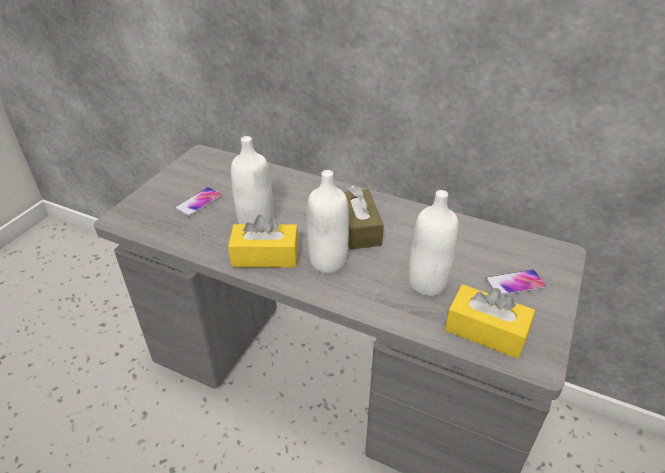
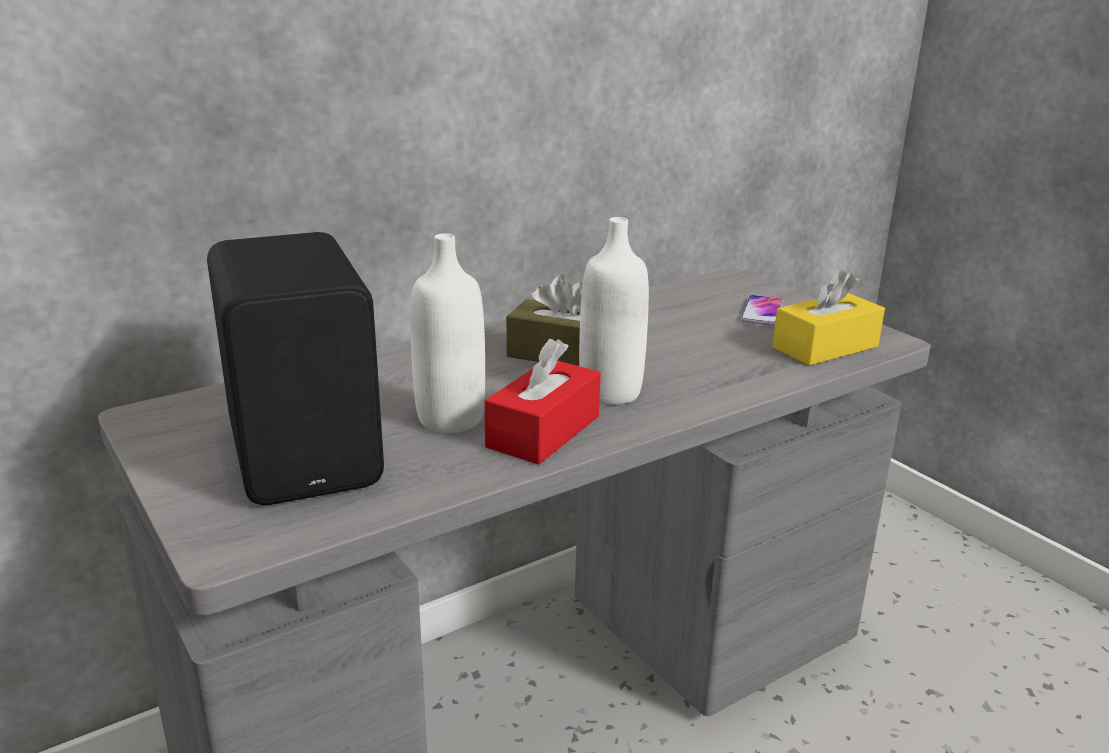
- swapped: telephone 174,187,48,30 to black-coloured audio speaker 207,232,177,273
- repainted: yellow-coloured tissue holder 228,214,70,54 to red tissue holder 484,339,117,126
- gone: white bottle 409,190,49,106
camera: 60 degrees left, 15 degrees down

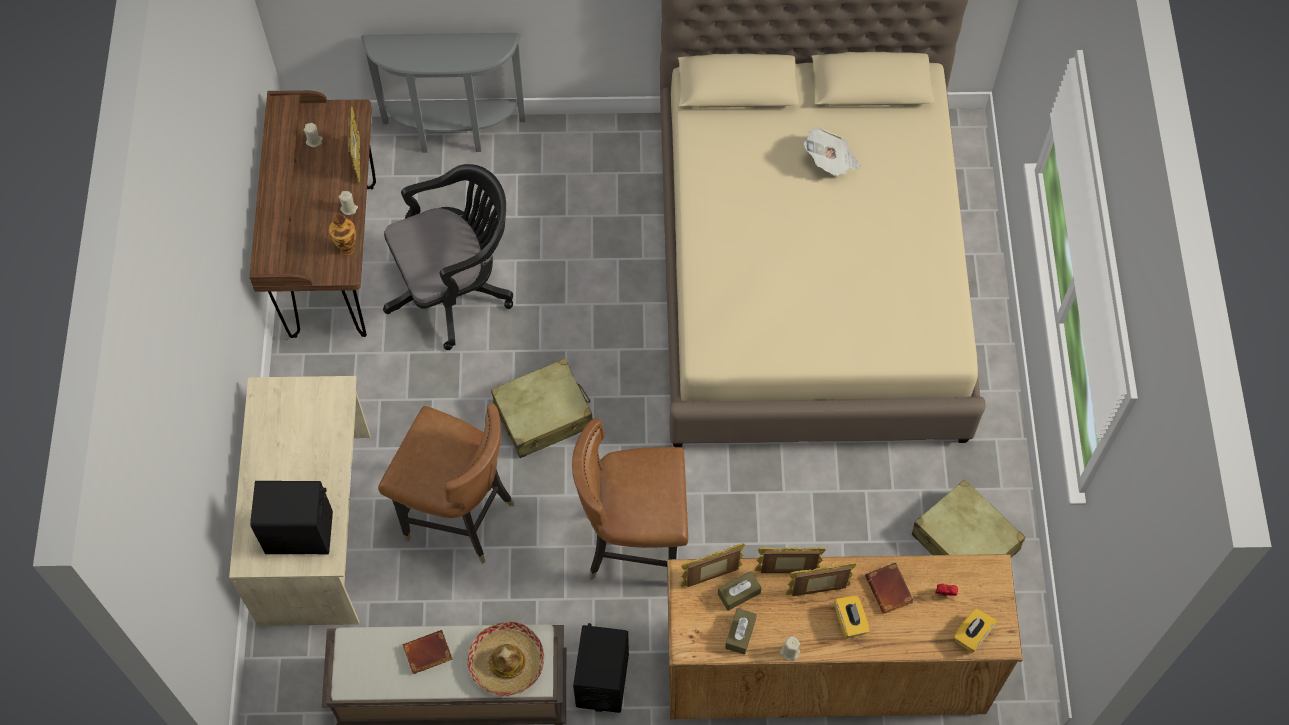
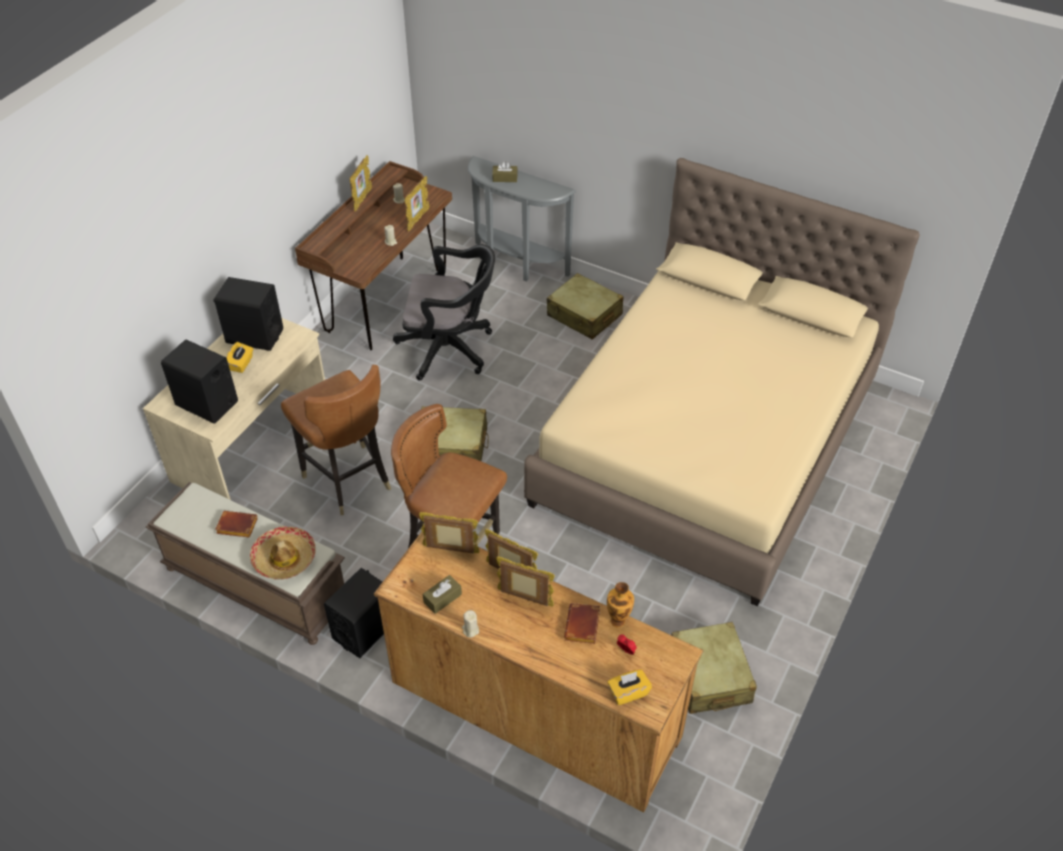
- new: black-coloured audio speaker 213,277,70,74
- shifted: yellow-coloured tissue holder 834,595,36,44 to 226,342,27,31
- new: photo frame 349,155,23,57
- shifted: brown-coloured tissue holder 718,571,44,40 to 492,161,26,21
- new: beige-coloured suitcase 547,273,76,66
- shifted: flower vase 329,214,27,42 to 607,582,27,46
- gone: printed paper 803,128,58,48
camera: 30 degrees right, 15 degrees down

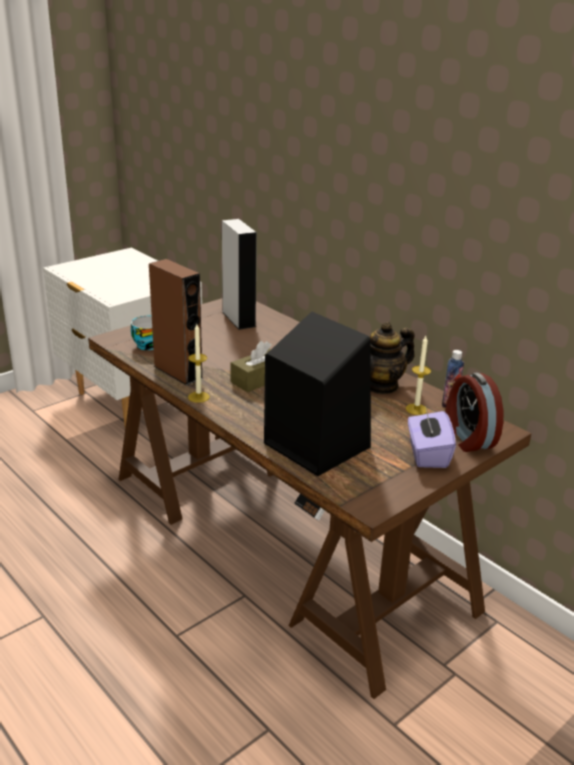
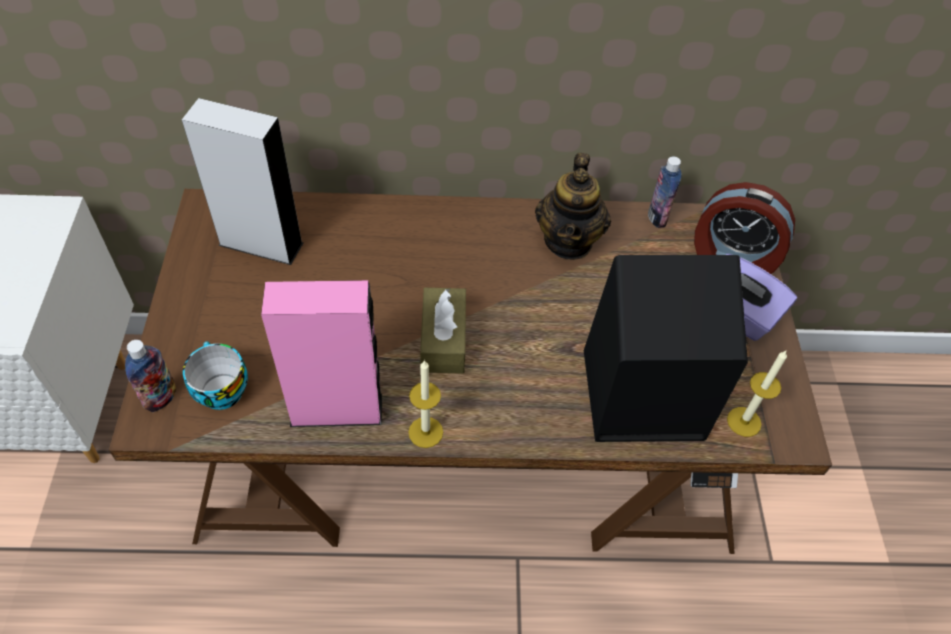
- new: bottle 125,340,51,72
- repainted: brown-coloured audio speaker 149,259,54,126 to pinkish audio speaker 261,280,121,147
- shifted: candle 406,336,25,79 to 727,351,60,86
camera: 50 degrees left, 25 degrees up

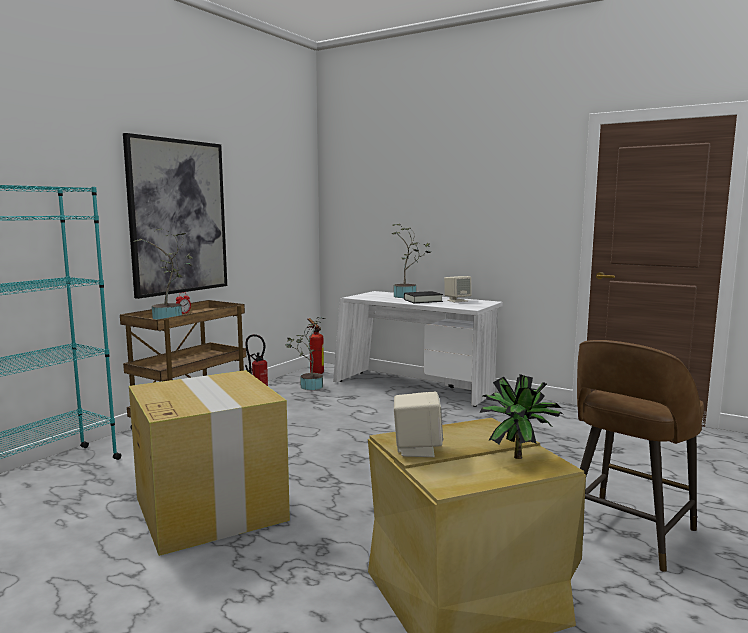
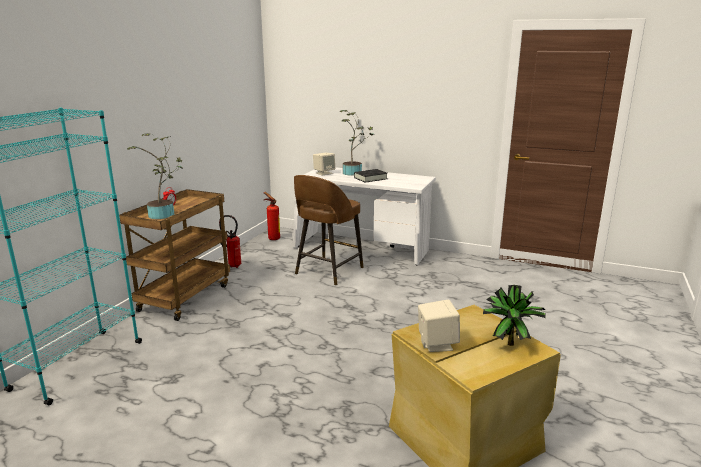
- shifted: brown-coloured stool 577,340,127,232 to 294,175,69,110
- shifted: beige-coloured audio speaker 444,276,27,26 to 313,153,22,23
- gone: wall art 123,133,104,166
- gone: carton 129,370,161,186
- gone: plant in a pot 285,318,41,72
camera: 10 degrees left, 10 degrees up

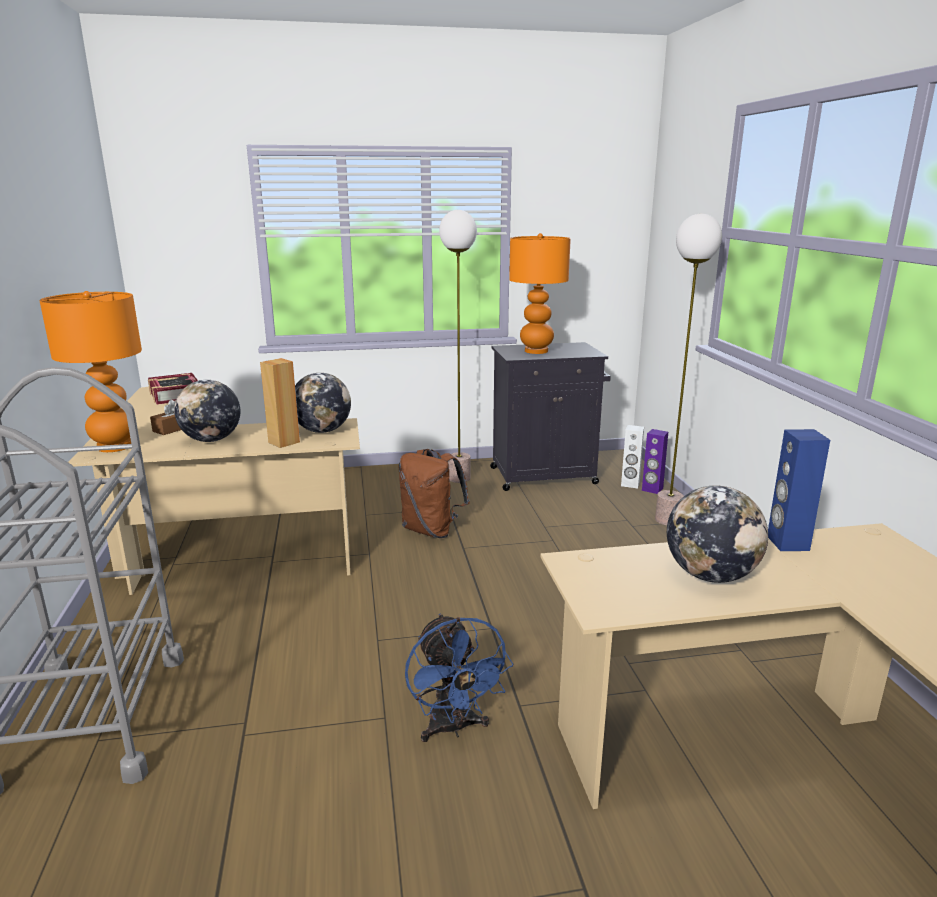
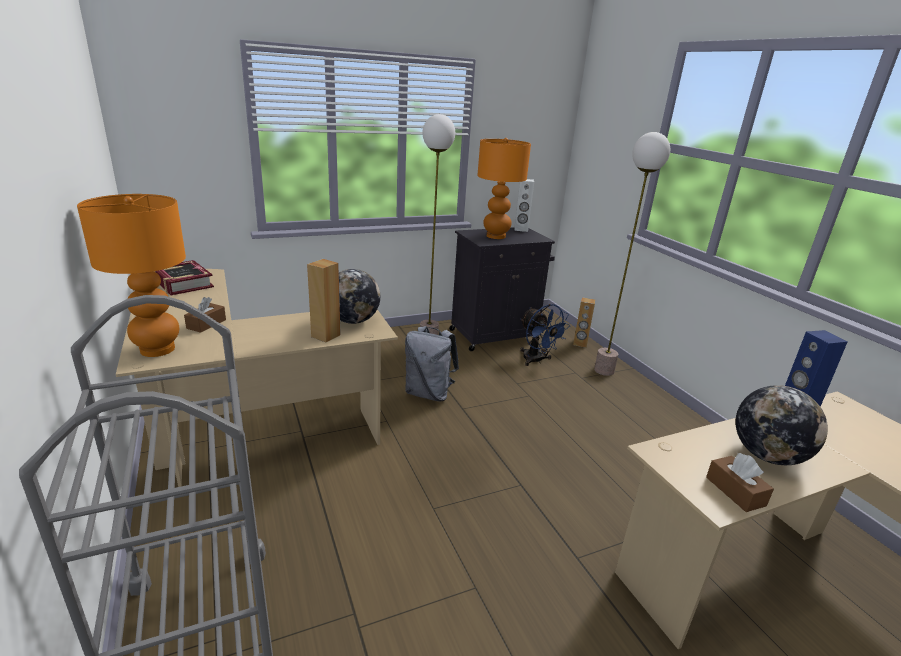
- repainted: brown-coloured knapsack 398,449,72,89 to greyish knapsack 405,326,54,75
- shifted: white audio speaker 621,425,23,63 to 514,179,20,53
- shifted: blue-coloured cooling fan 405,614,108,128 to 520,304,50,62
- repainted: purplish audio speaker 642,429,26,65 to brown-coloured audio speaker 573,297,22,51
- new: brown-coloured tissue holder 706,453,68,59
- gone: globe 174,380,66,62
camera: 15 degrees left, 5 degrees up

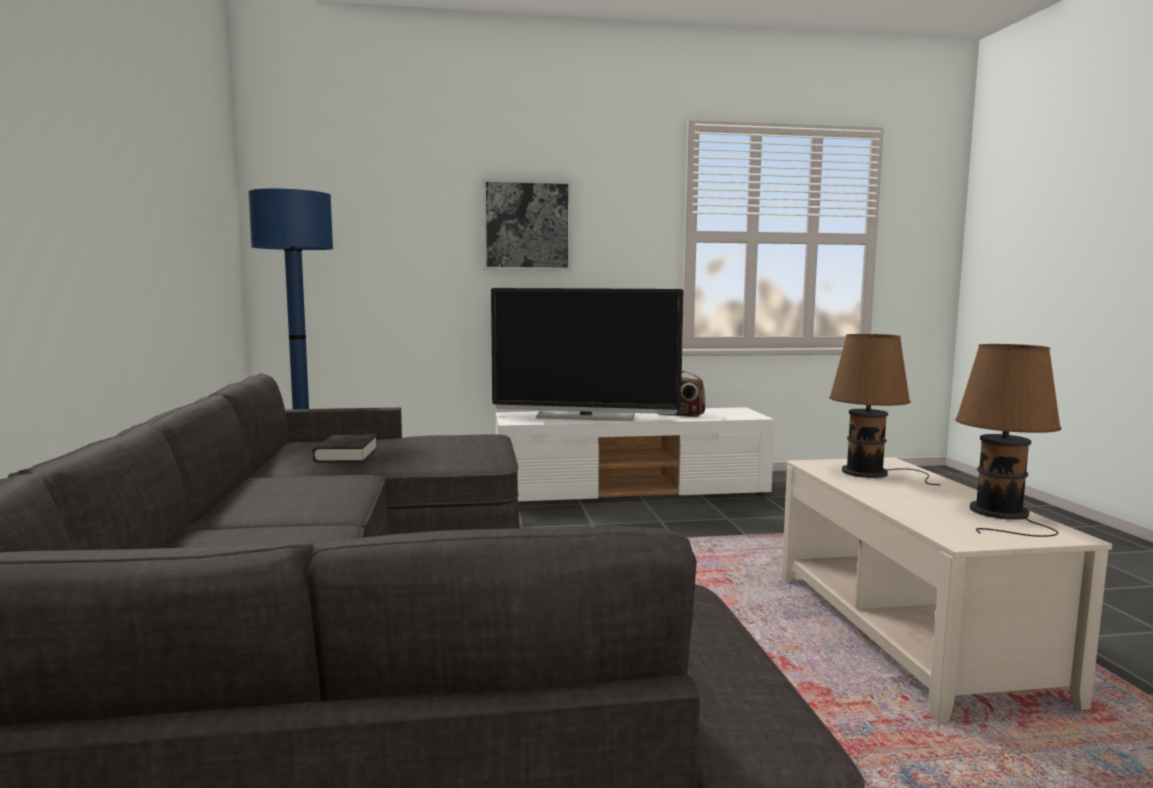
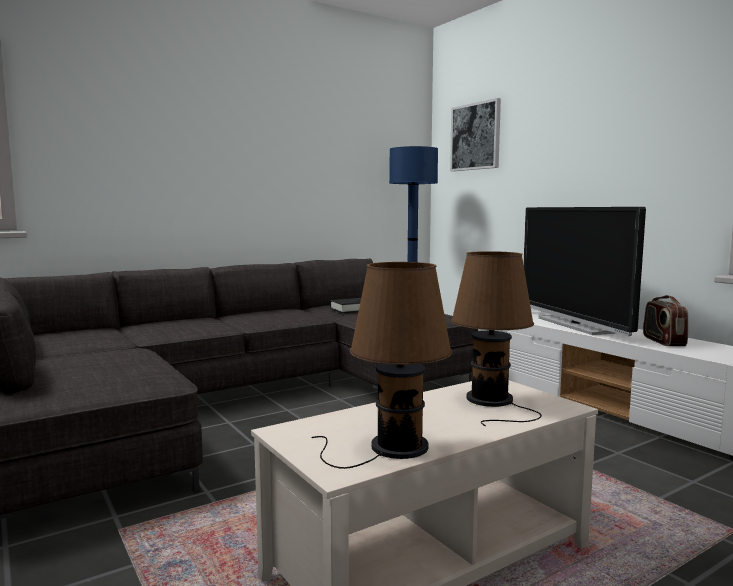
- shifted: wall art 482,178,90,93 to 450,98,51,73
camera: 65 degrees right, 0 degrees up

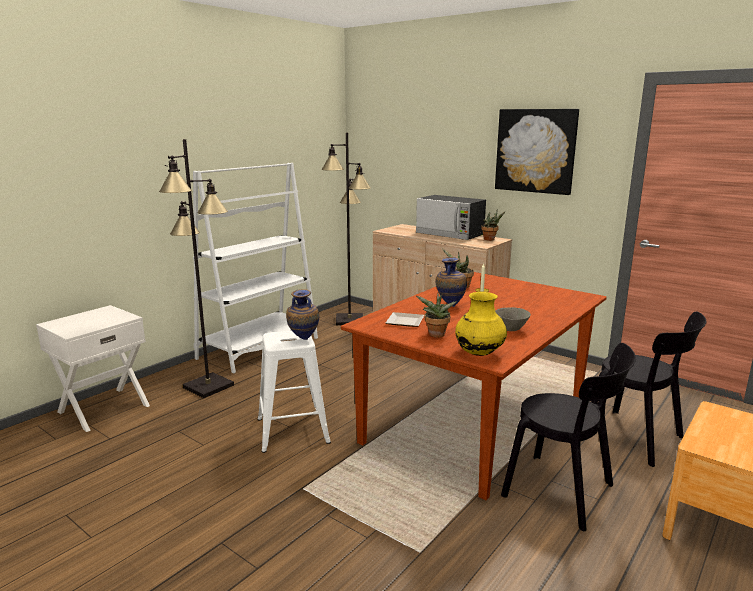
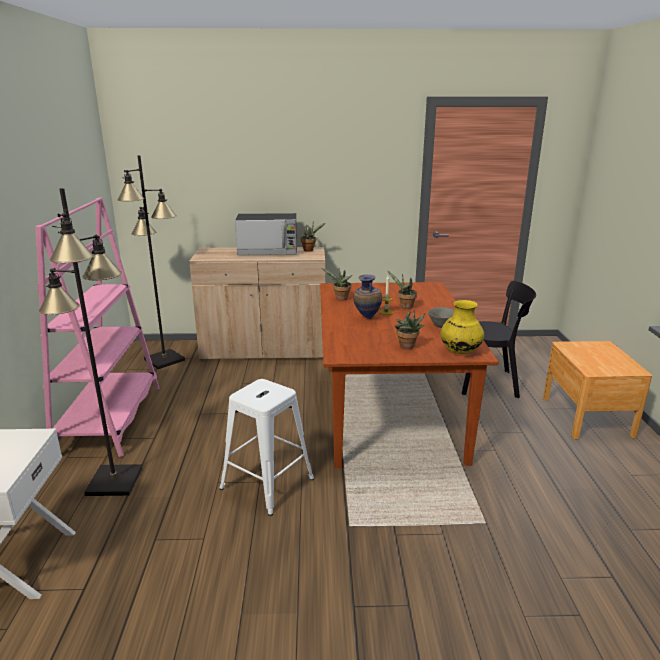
- repainted: white bookshelf 193,163,125,210 to pinkish bookshelf 35,197,124,260
- new: plant in a pot 388,271,29,38
- gone: flower vase 286,289,33,51
- gone: dinner plate 386,312,38,15
- gone: wall art 495,109,84,86
- gone: black-coloured plain chair 501,343,135,188
camera: 40 degrees left, 5 degrees up

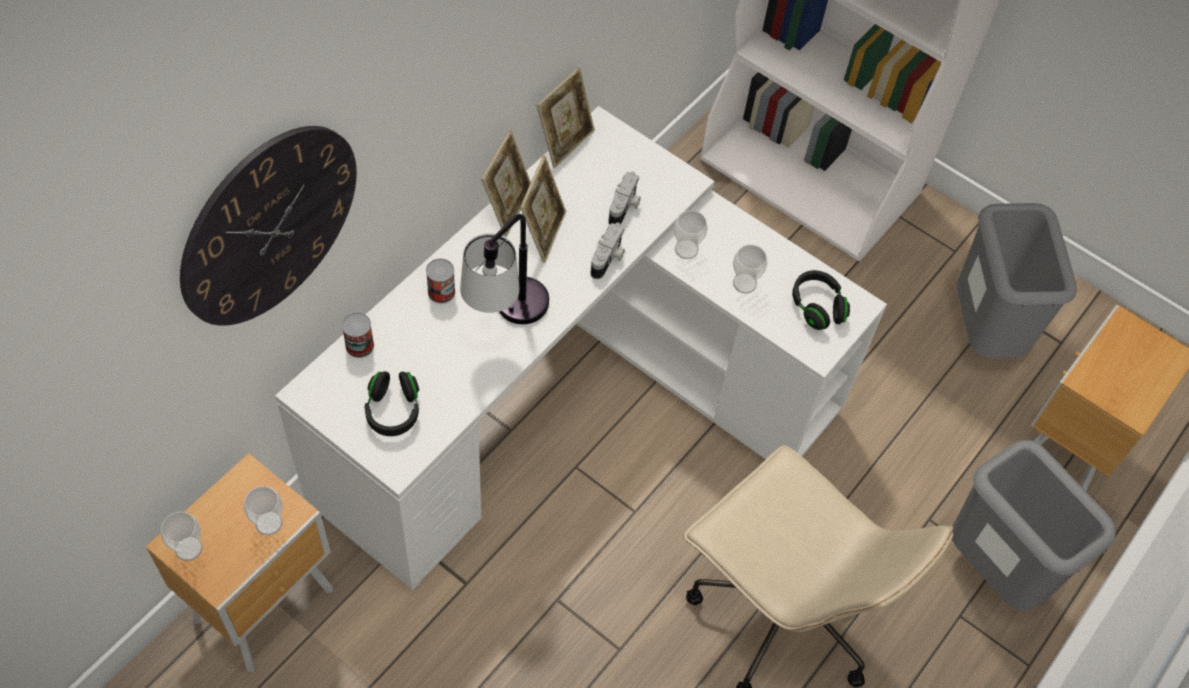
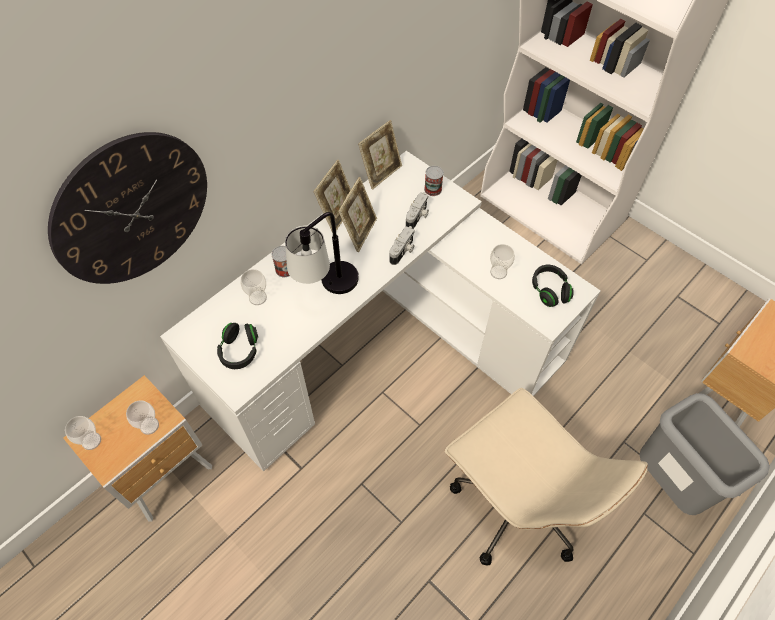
- shifted: drinking cup 674,210,33,49 to 240,269,27,36
- shifted: can 342,312,32,46 to 424,166,20,30
- gone: greyish rubbish bin 957,203,120,155
camera: 10 degrees right, 0 degrees up

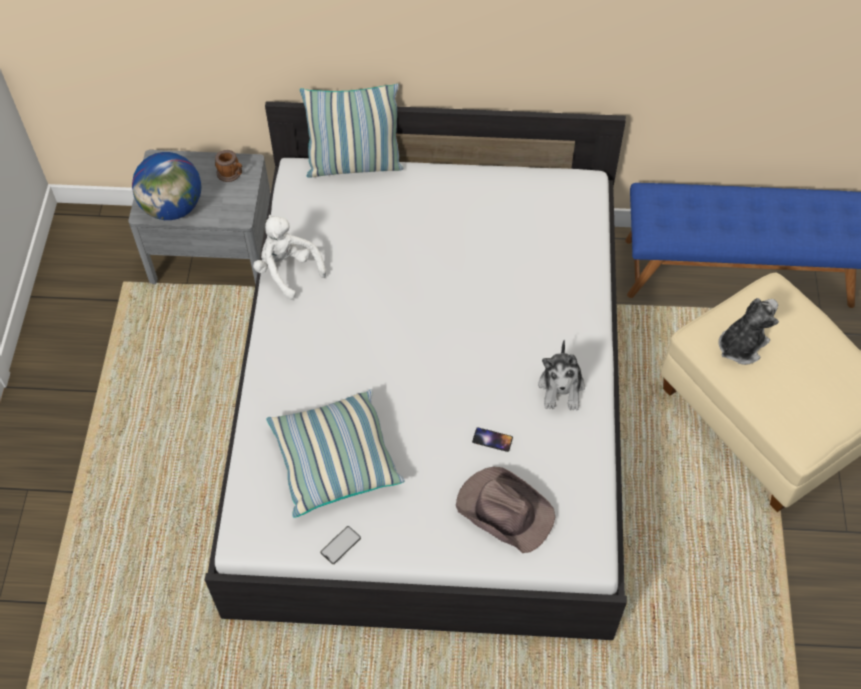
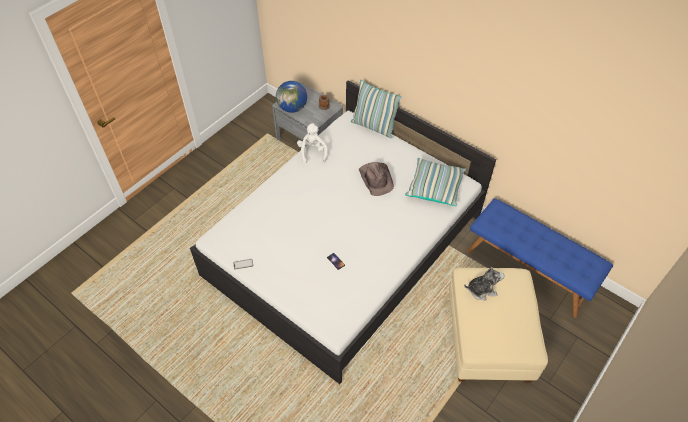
- shifted: brown-coloured clothing hat 456,467,99,86 to 359,162,35,34
- shifted: throw pillow 266,389,139,129 to 405,158,61,48
- gone: plush toy 538,340,47,70
camera: 35 degrees right, 5 degrees down

